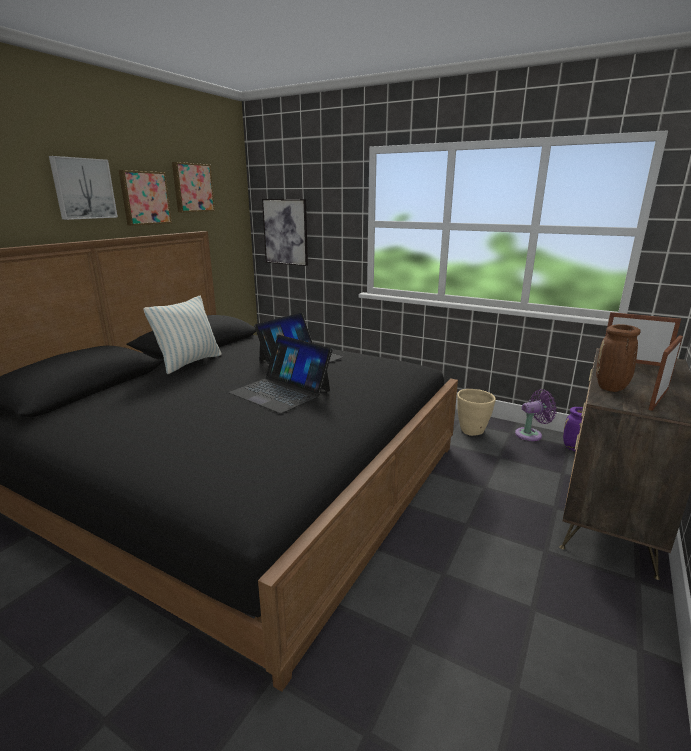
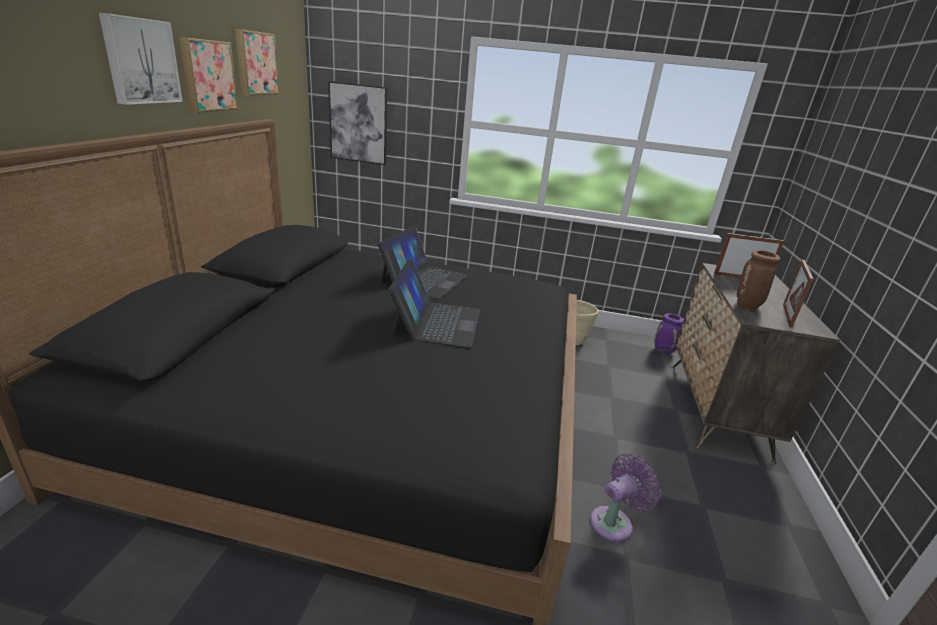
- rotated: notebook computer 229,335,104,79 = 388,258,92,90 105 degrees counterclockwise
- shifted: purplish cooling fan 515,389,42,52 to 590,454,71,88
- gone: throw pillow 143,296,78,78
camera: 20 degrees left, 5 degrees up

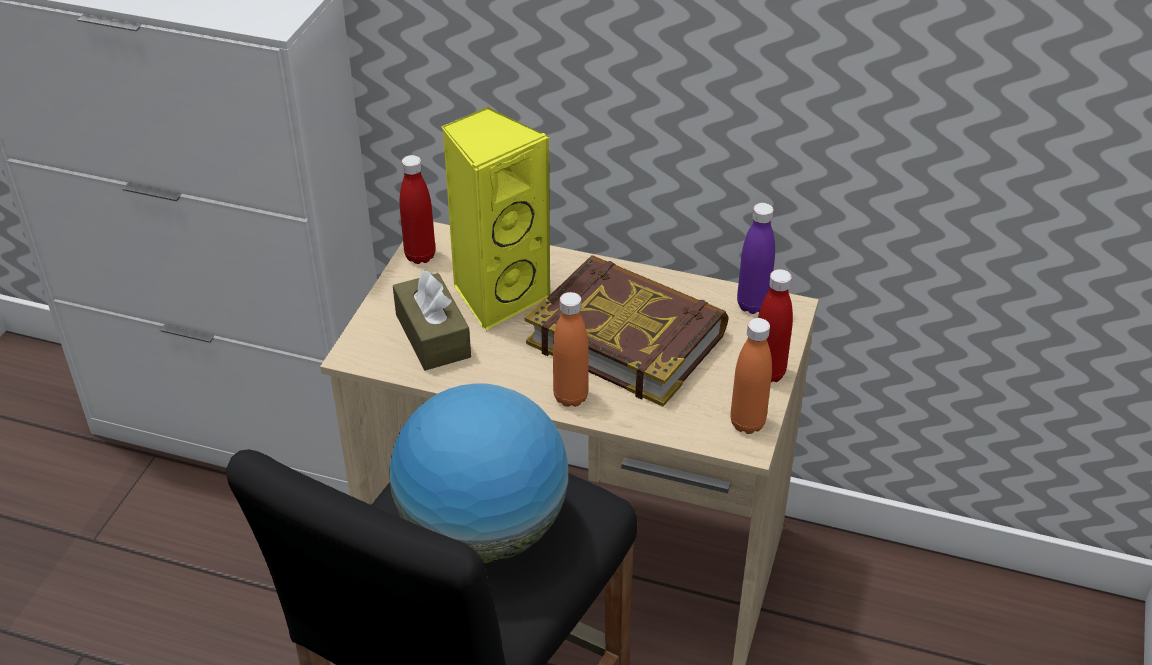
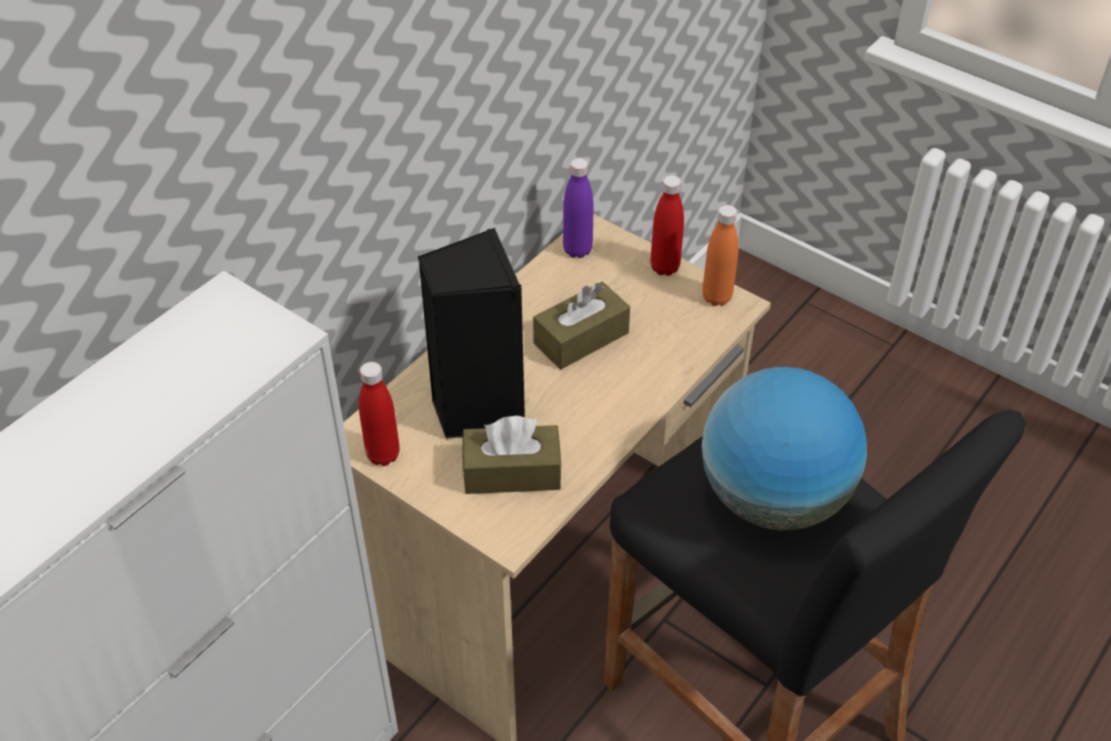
- repainted: yellow-coloured audio speaker 441,106,109,225 to black-coloured audio speaker 418,228,107,212
- swapped: bound book 524,255,205,152 to brown-coloured tissue holder 533,281,97,88
- gone: orange bottle 553,292,36,115
camera: 70 degrees left, 5 degrees up

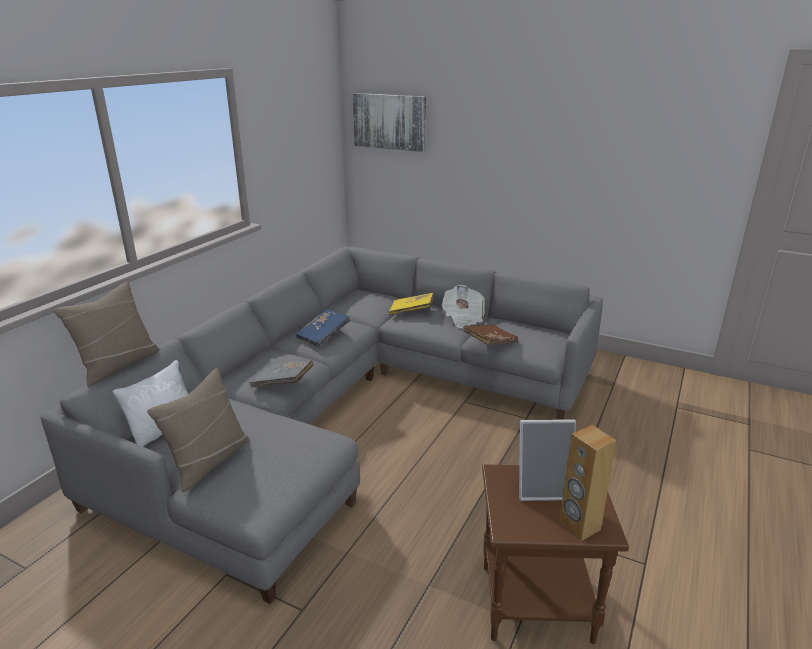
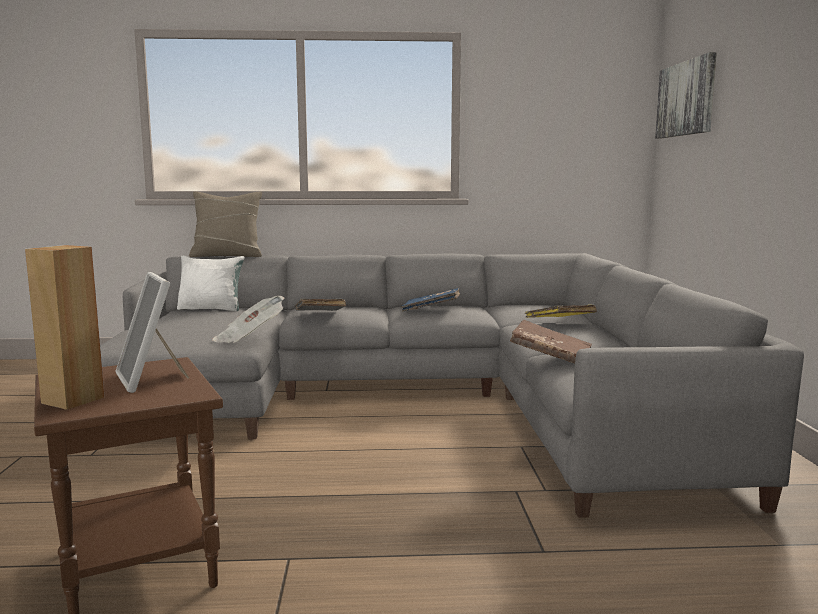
- shifted: printed paper 441,285,44,43 to 212,296,73,47
- gone: beige-coloured throw pillow 147,368,102,124
camera: 60 degrees right, 15 degrees down

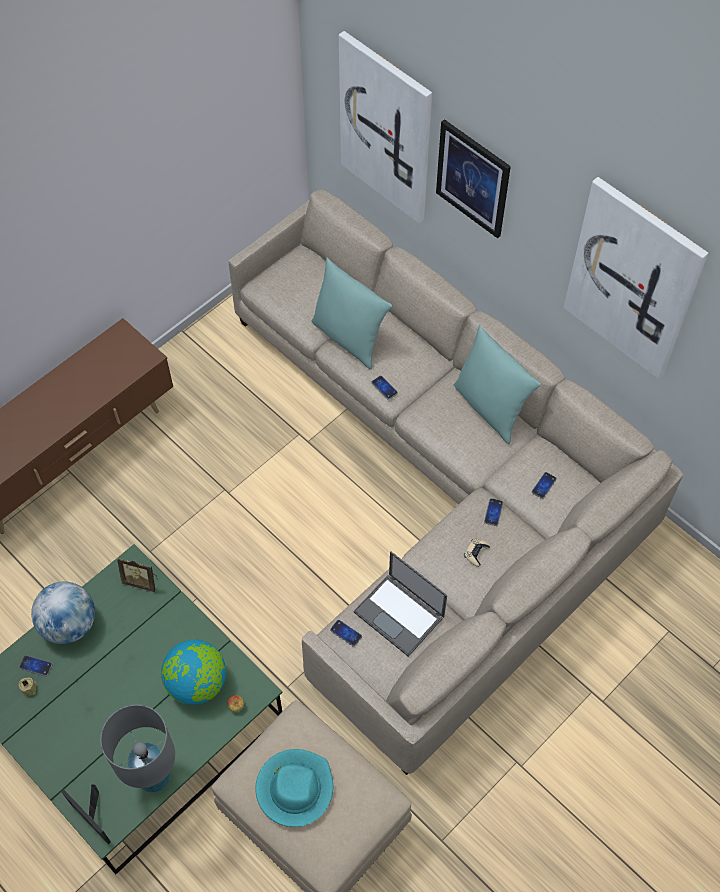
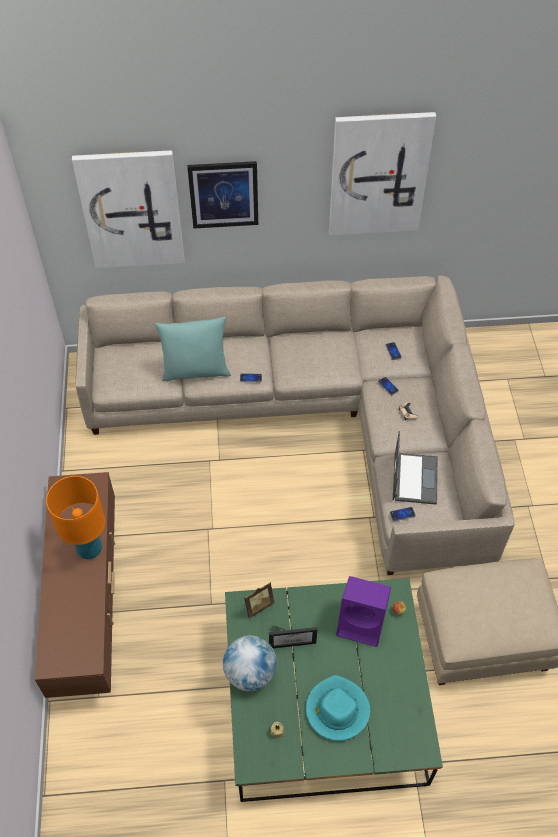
- new: orange lamp for a table 46,476,59,83
- shifted: photo frame 61,784,50,61 to 269,625,48,23
- shifted: turquoise-coloured clothing hat 255,749,78,78 to 306,675,64,66
- swapped: globe 161,640,65,65 to purplish audio speaker 336,576,55,71
- rotated: notebook computer 353,552,94,105 = 393,431,45,74 75 degrees counterclockwise
- gone: telephone 19,655,34,21
- gone: greyish lamp for a table 100,704,75,88
- gone: turquoise-coloured throw pillow 454,325,87,119
camera: 50 degrees left, 5 degrees down

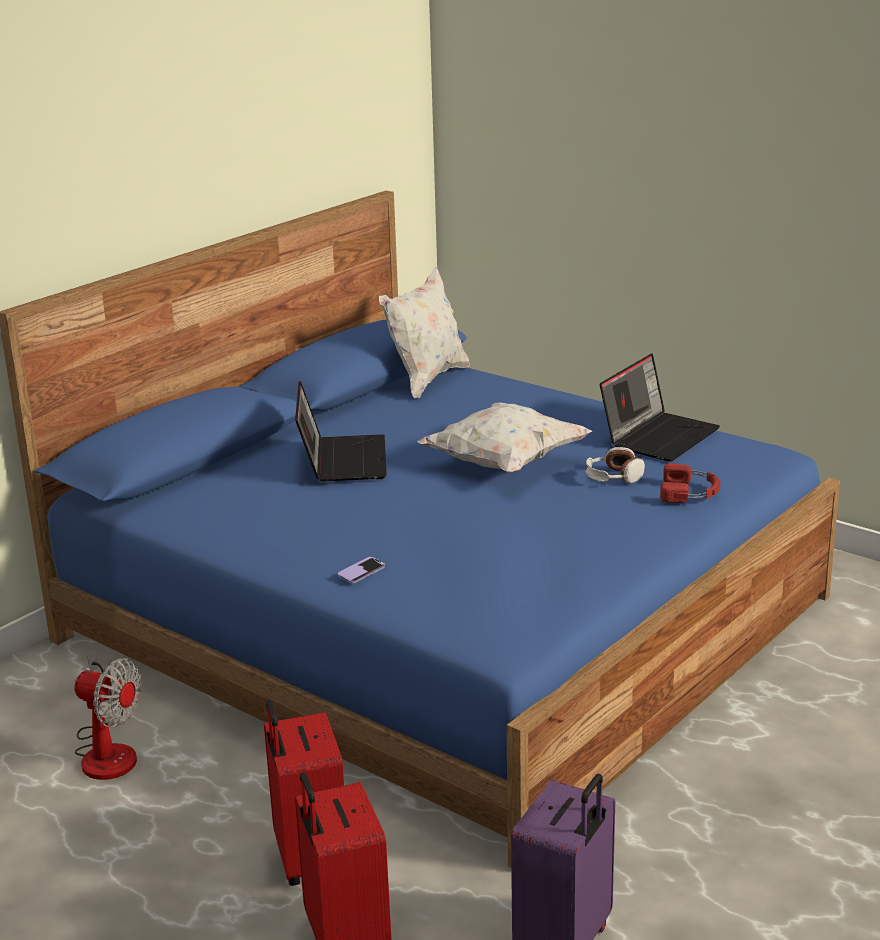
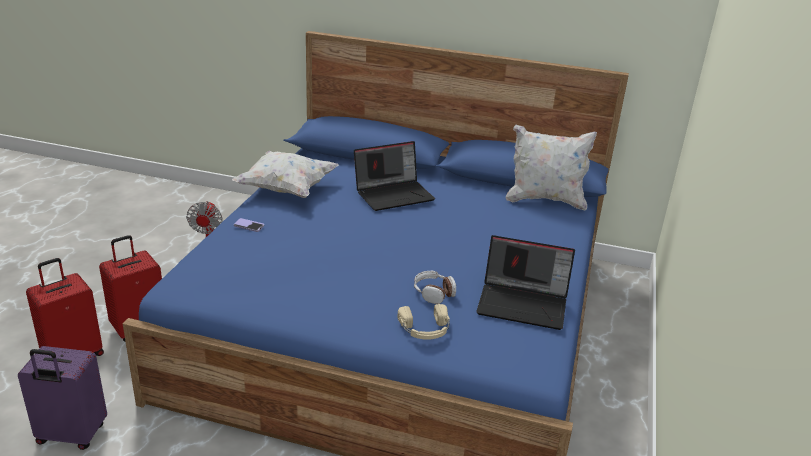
- shifted: white throw pillow 417,403,175,71 to 232,151,106,47
- repainted: red headphones 660,463,60,40 to beige-coloured headphones 398,304,52,36
camera: 65 degrees right, 5 degrees up

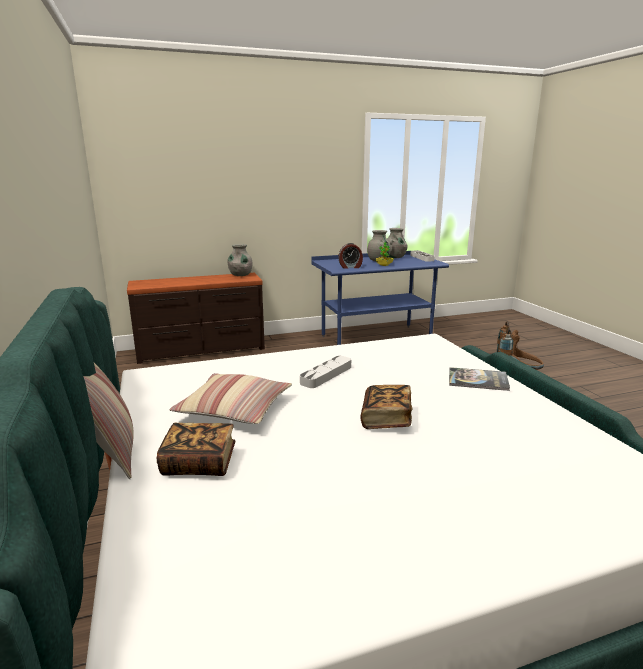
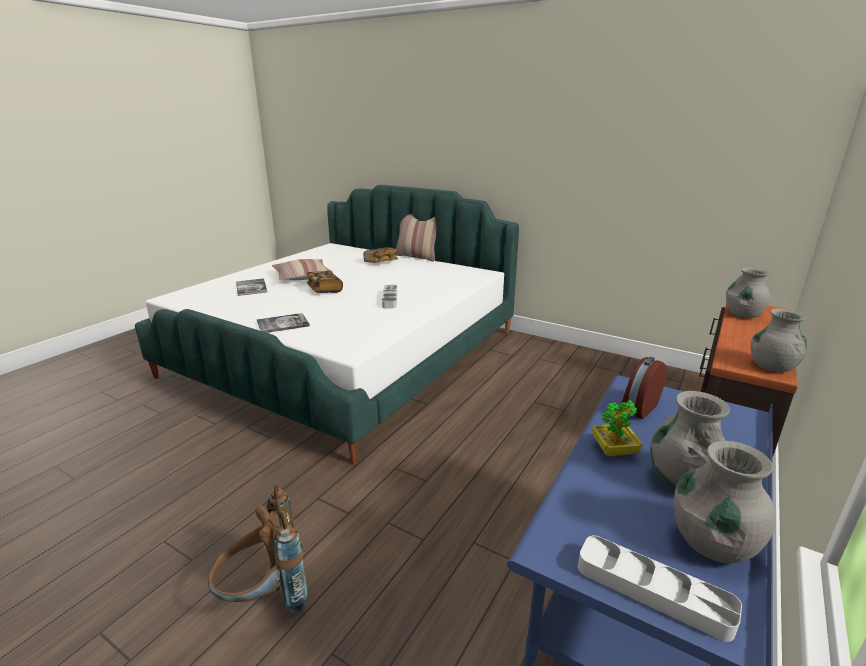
- new: bound book 236,279,31,17
- shifted: throw pillow 169,373,123,51 to 272,259,61,21
- new: greyish flower vase 726,267,44,51
camera: 140 degrees right, 5 degrees up

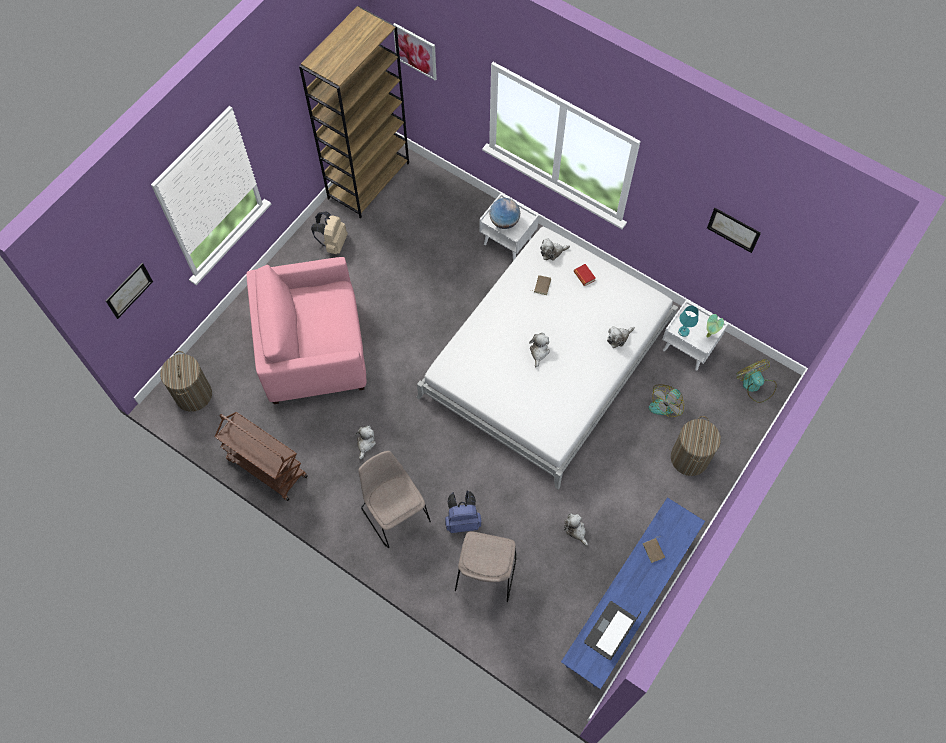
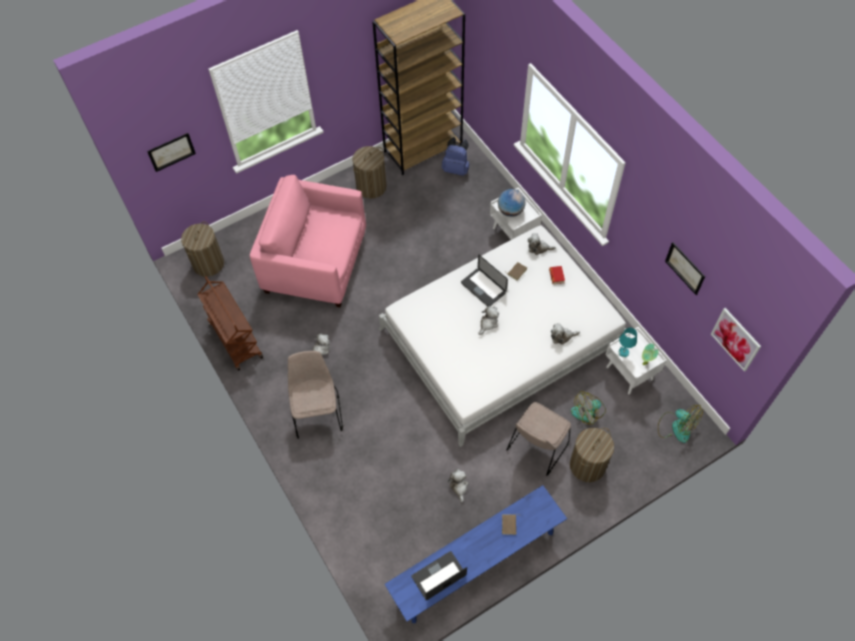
- swapped: beige-coloured knapsack 311,212,37,42 to washing basket 352,146,34,53
- shifted: blue-coloured knapsack 445,491,36,42 to 442,137,27,39
- new: notebook computer 461,255,47,51
- shifted: beige-coloured plain chair 455,531,62,71 to 506,402,65,74
- rotated: cooling fan 737,359,40,44 = 658,405,45,38 135 degrees clockwise
- shifted: wall art 393,23,44,57 to 711,308,50,64
camera: 25 degrees right, 5 degrees down

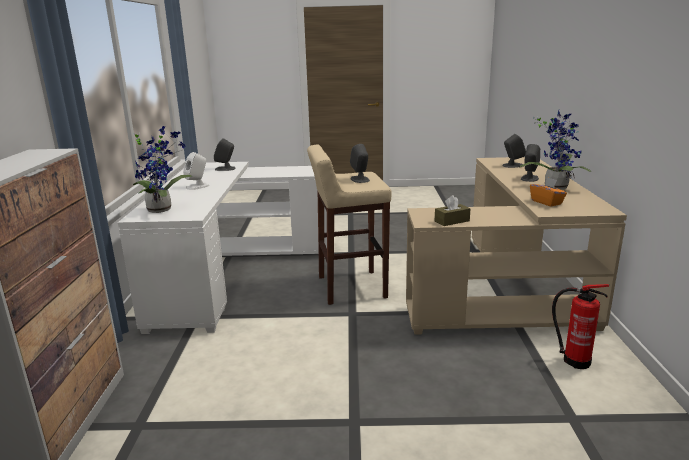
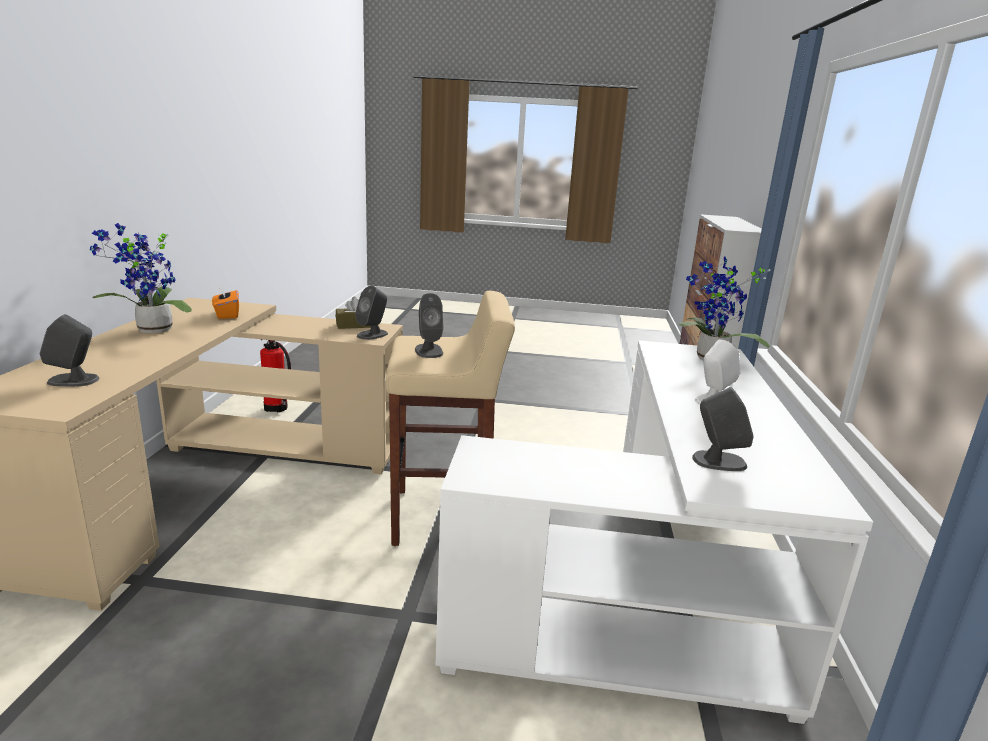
- shifted: greyish audio speaker 521,144,19,38 to 355,286,33,54
camera: 175 degrees left, 0 degrees up

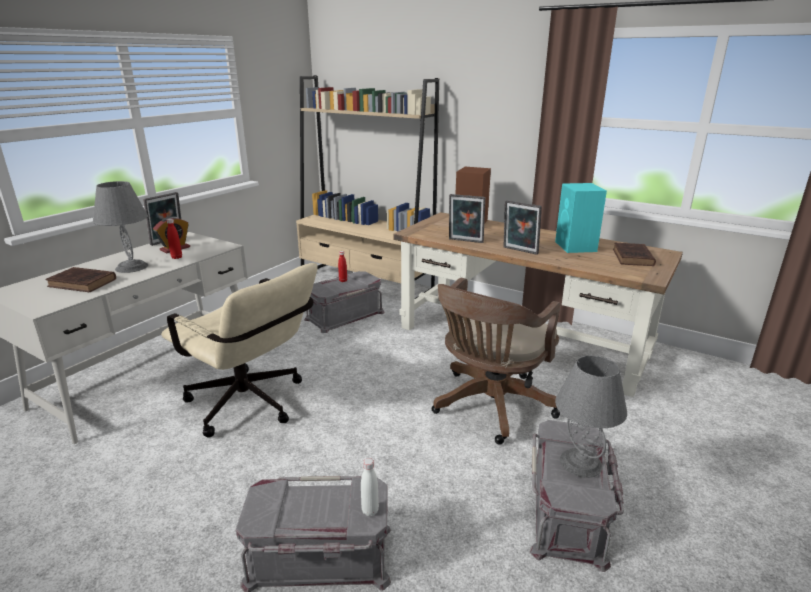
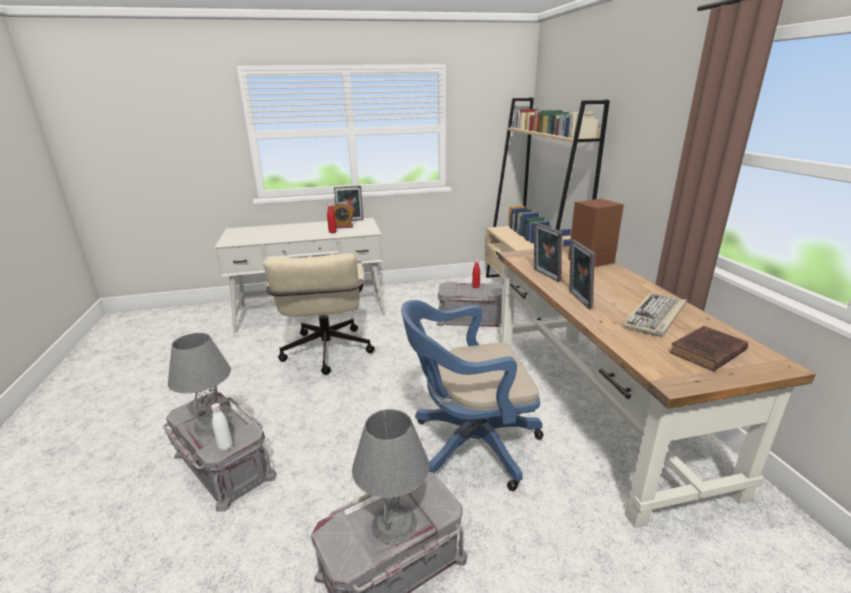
- shifted: greyish lamp for a table 93,181,55,92 to 168,333,63,103
- repainted: brown-coloured computer chair 432,278,128,167 to blue-coloured computer chair 401,300,142,191
- swapped: turquoise-coloured audio speaker 555,183,52,70 to computer keyboard 622,293,65,44
- gone: brown-coloured bound book 45,267,71,25
camera: 45 degrees right, 0 degrees up

